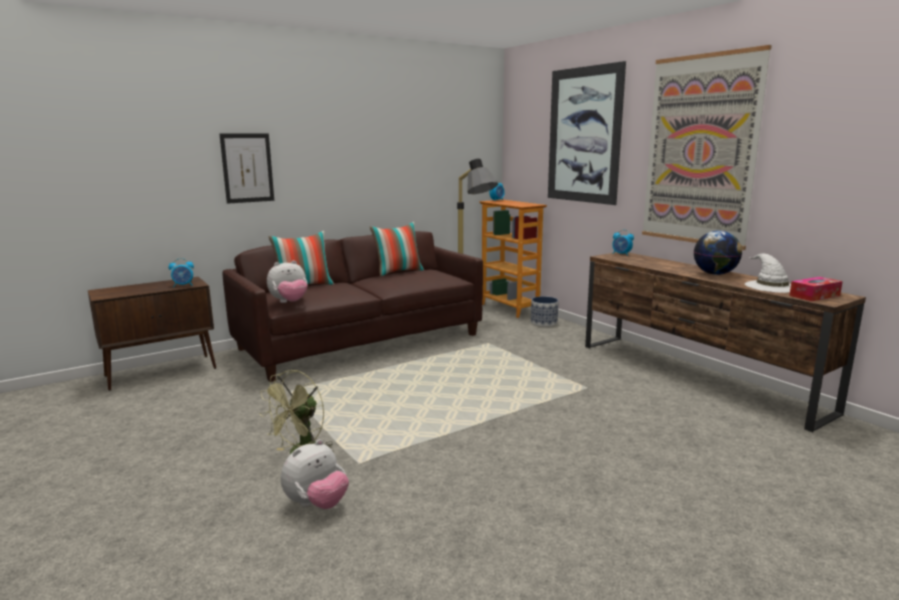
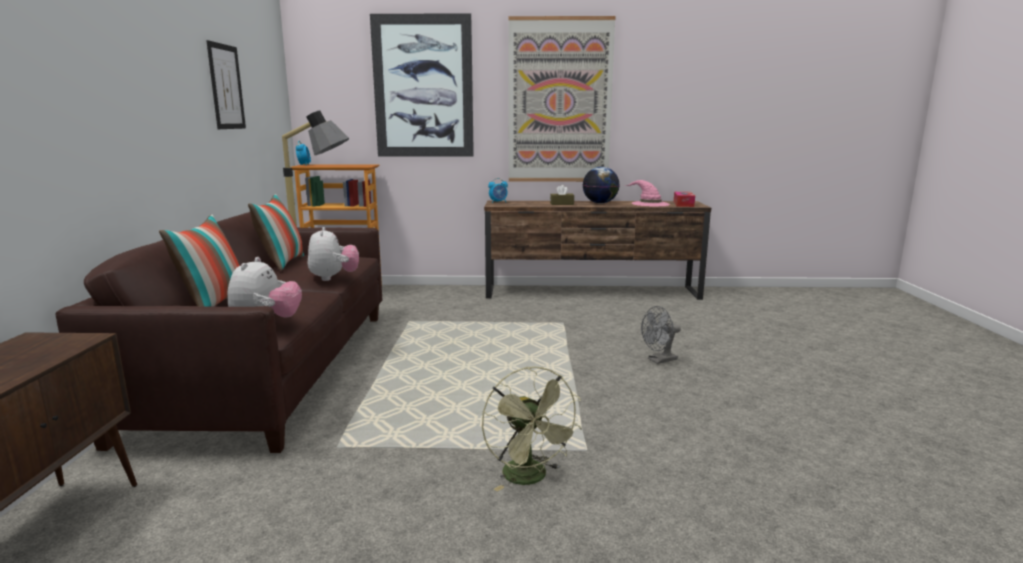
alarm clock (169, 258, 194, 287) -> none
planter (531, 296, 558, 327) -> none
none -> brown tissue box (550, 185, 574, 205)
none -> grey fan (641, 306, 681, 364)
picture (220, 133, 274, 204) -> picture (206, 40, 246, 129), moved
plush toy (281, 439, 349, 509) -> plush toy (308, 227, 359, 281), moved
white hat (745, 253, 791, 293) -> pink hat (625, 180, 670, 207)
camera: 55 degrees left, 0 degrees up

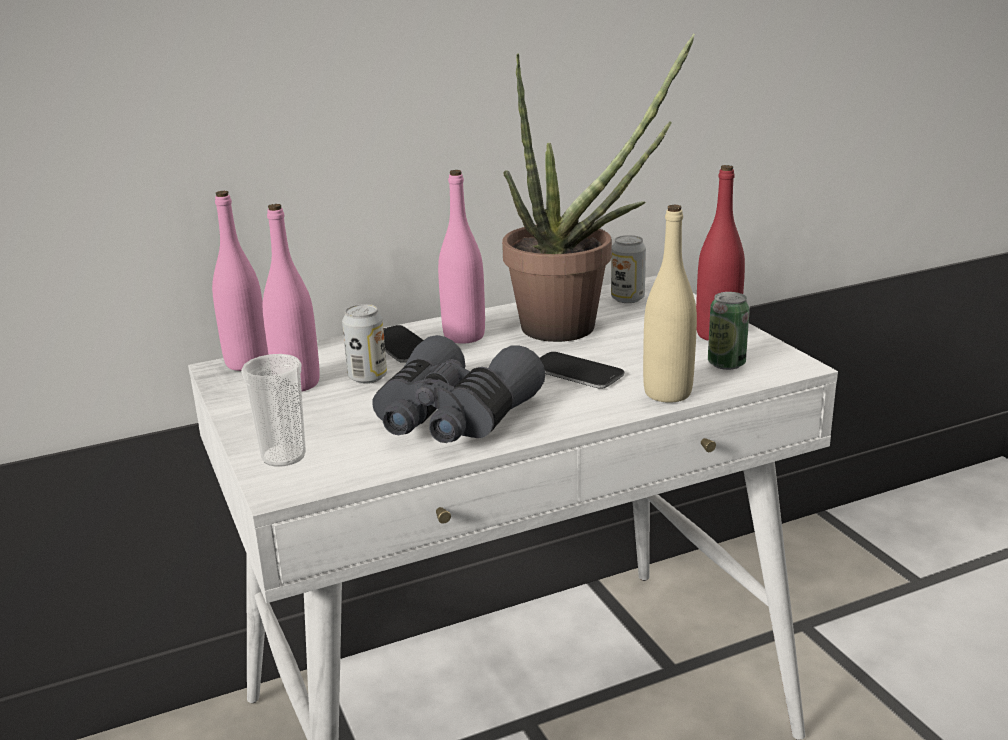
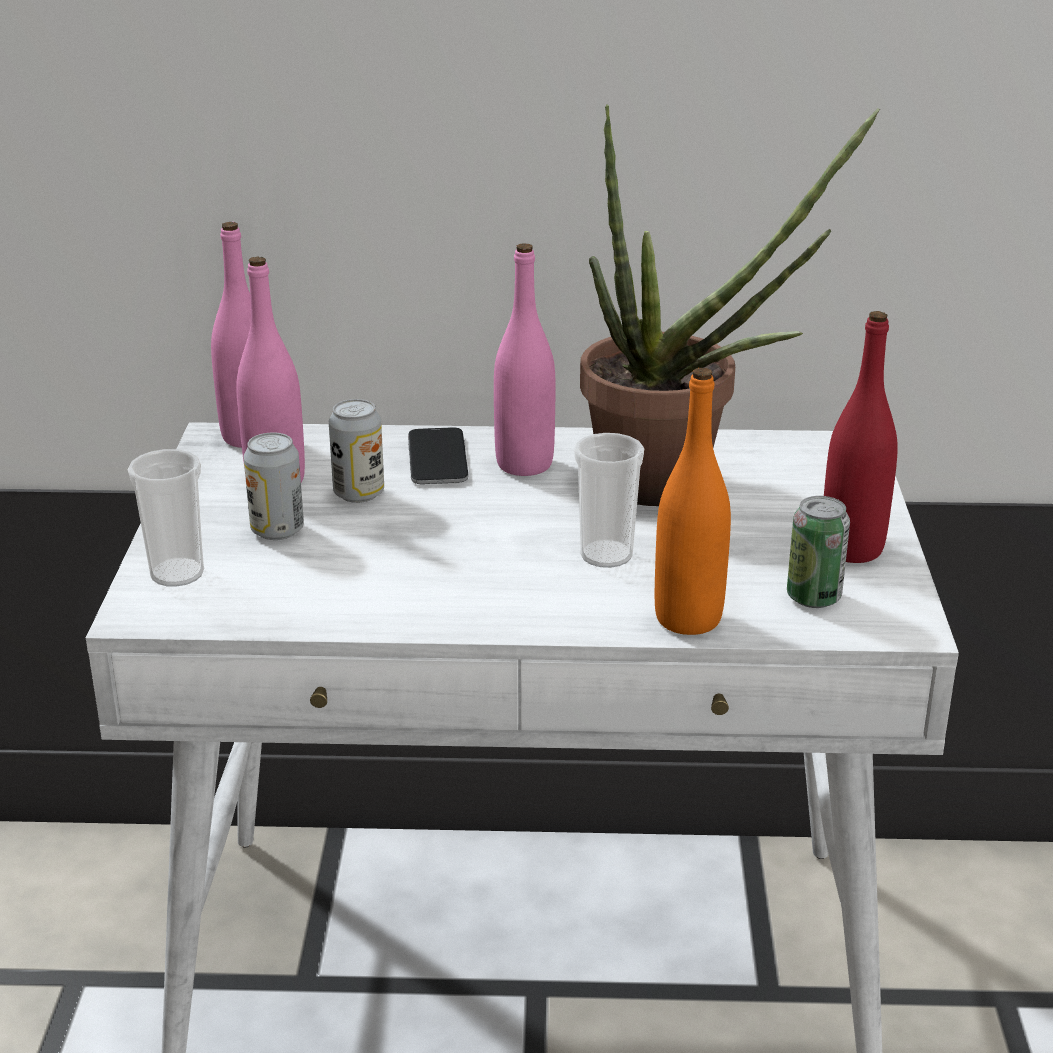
grey binoculars (372, 335, 545, 443) -> none
can (611, 235, 646, 303) -> can (244, 433, 304, 540), moved
phone (540, 352, 624, 389) -> cup (574, 433, 644, 568)
beige bottle (643, 205, 697, 403) -> orange bottle (655, 368, 731, 635)
camera: 25 degrees right, 5 degrees up

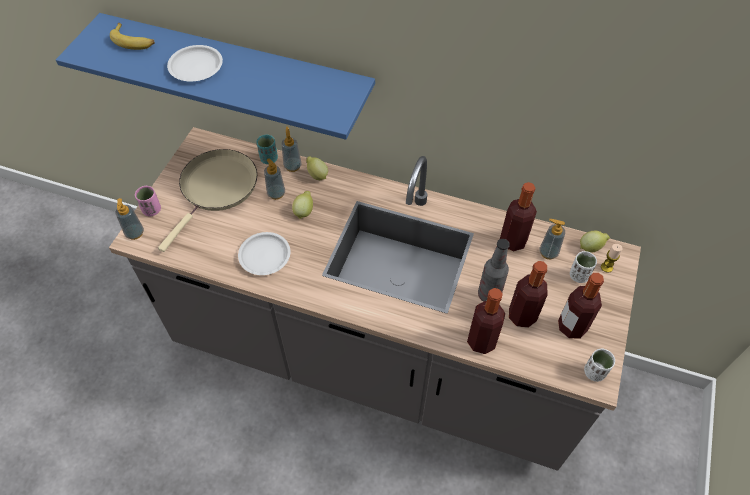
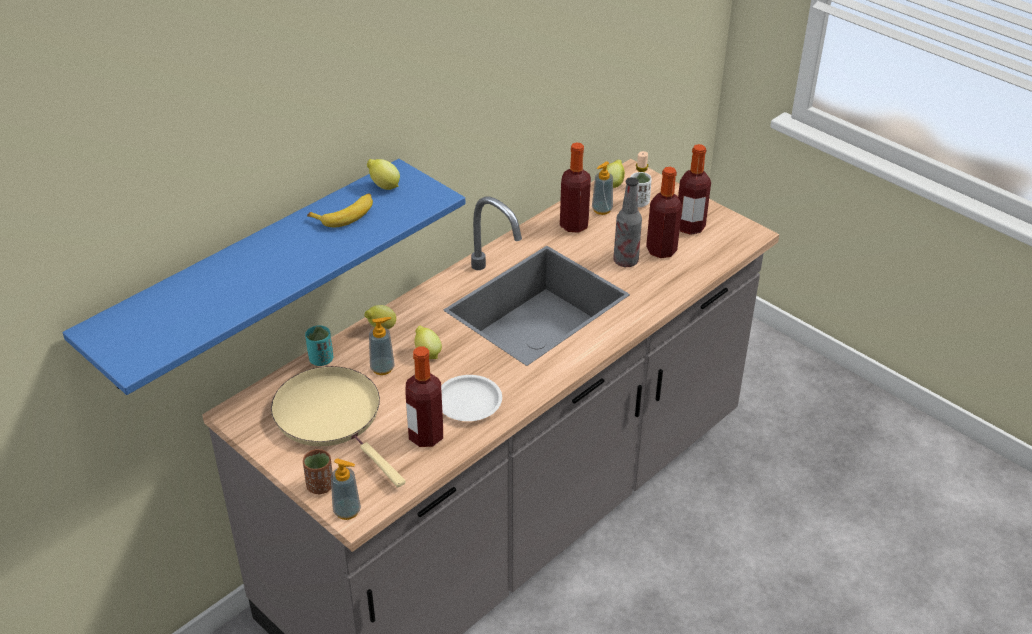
white plate (167, 45, 223, 81) -> none
soap dispenser (282, 127, 301, 172) -> none
white cup (584, 348, 615, 382) -> none
none -> lemon (367, 159, 400, 190)
banana (110, 23, 155, 50) -> banana (307, 193, 373, 227), moved
bottle (467, 288, 505, 354) -> bottle (405, 346, 443, 447), moved
pink cup (135, 186, 161, 216) -> brown cup (303, 449, 332, 494)
camera: 65 degrees left, 15 degrees down

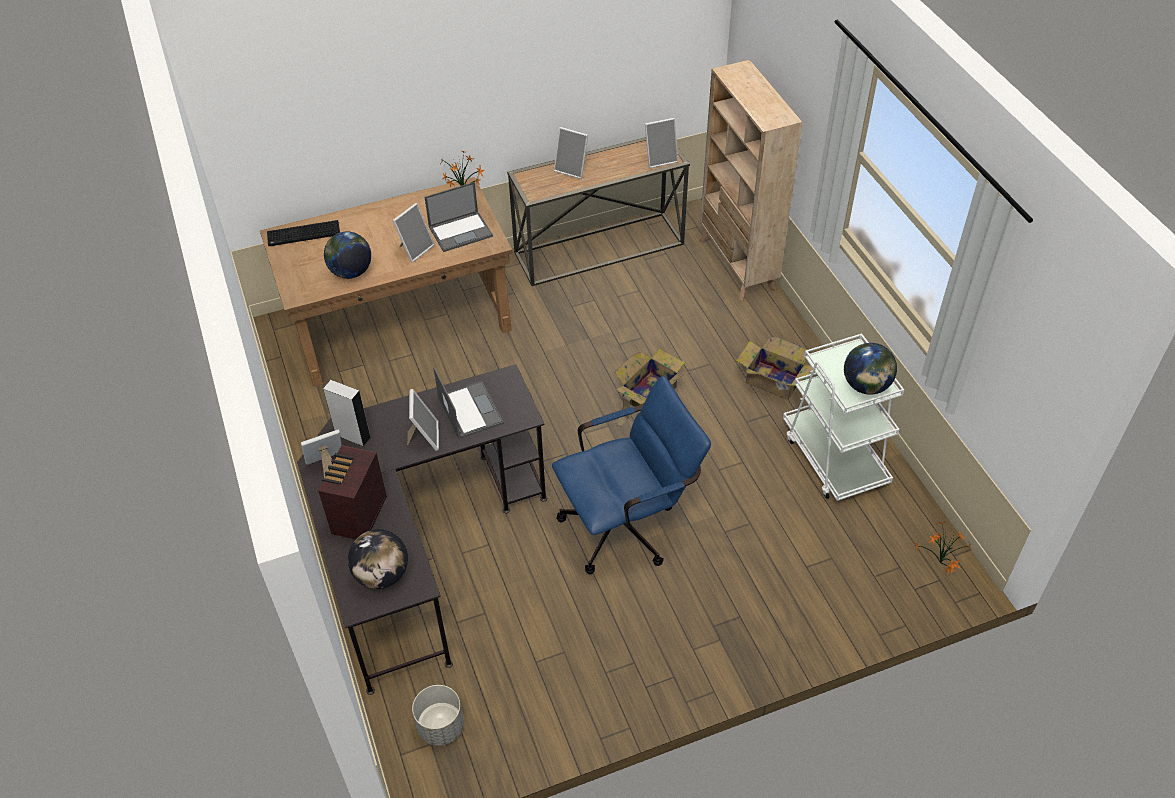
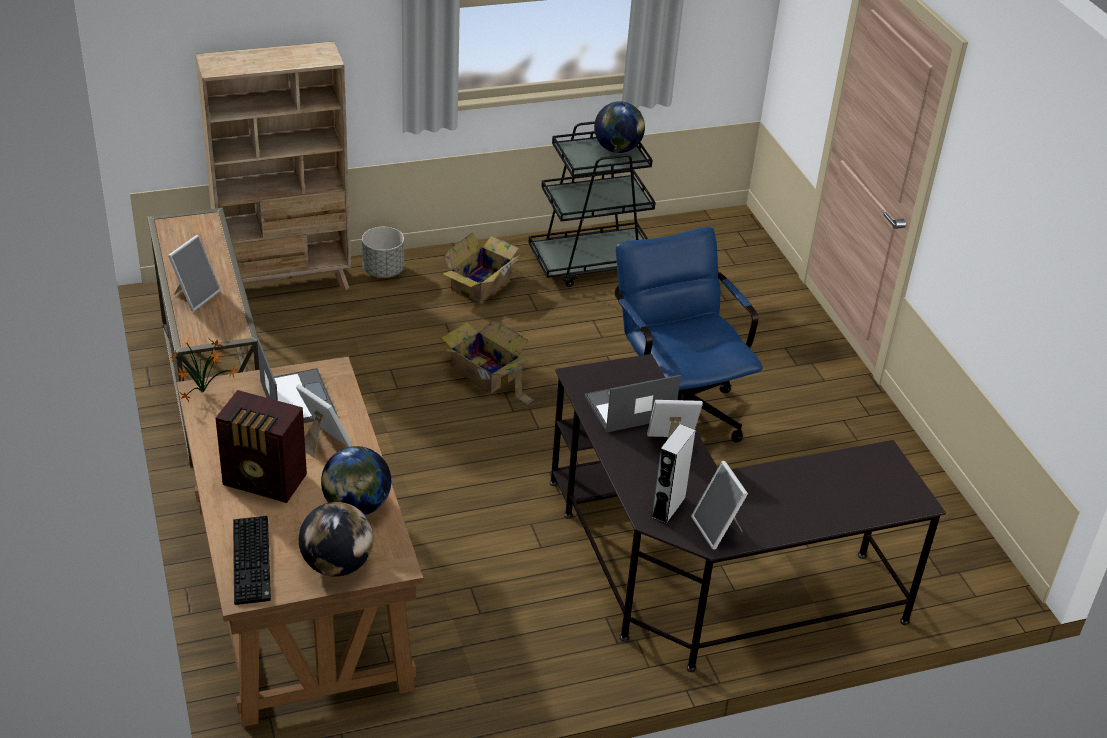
picture frame (645, 118, 678, 168) -> none
potted plant (914, 522, 971, 574) -> none
radio (318, 445, 387, 540) -> radio (215, 390, 307, 503), moved
globe (348, 529, 408, 589) -> globe (299, 502, 373, 577), moved
grey planter (412, 685, 464, 746) -> grey planter (362, 227, 404, 278), moved
white cart (783, 333, 904, 501) -> black cart (529, 121, 656, 287)
camera: 90 degrees left, 10 degrees down

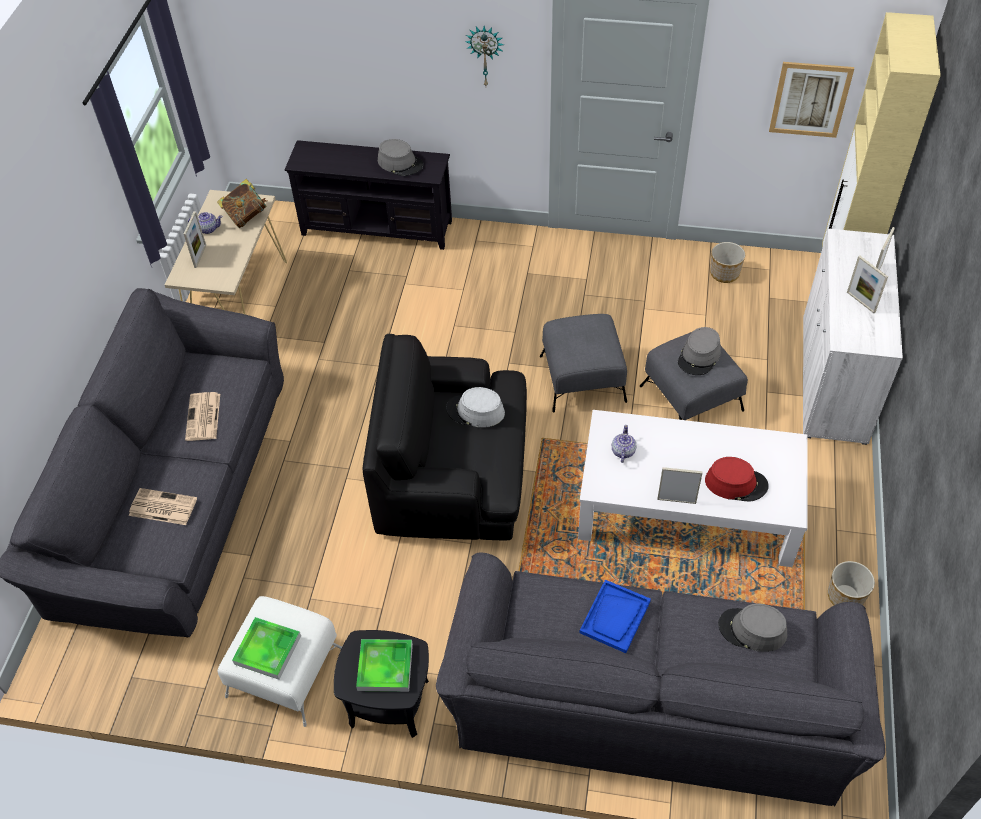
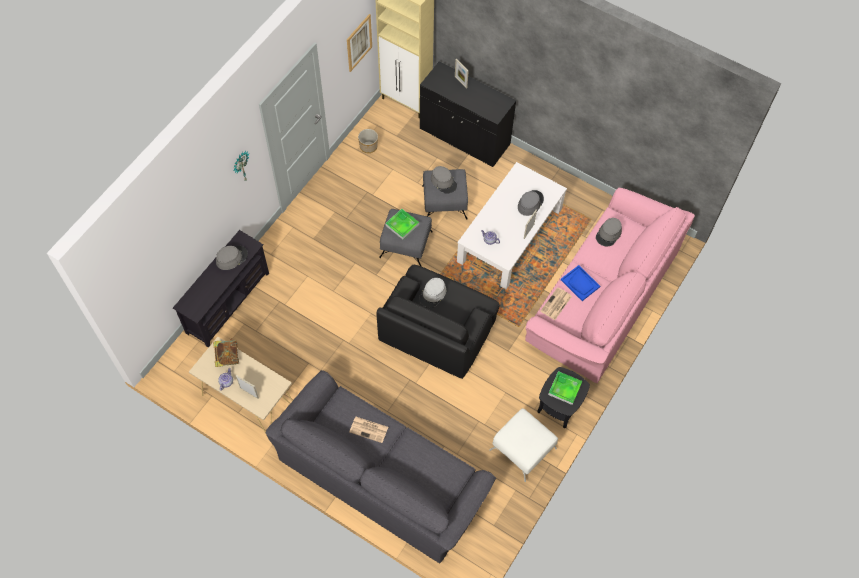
planter (828, 561, 875, 605) -> none
picture frame (847, 256, 888, 313) -> none
newspaper (129, 488, 197, 525) -> newspaper (541, 287, 572, 320), moved
tray (232, 617, 301, 680) -> tray (385, 209, 419, 239), moved
grey sofa (436, 553, 885, 807) -> pink sofa (525, 187, 695, 383)
red hat (705, 457, 769, 502) -> grey hat (518, 190, 544, 216)
white cabinet (803, 229, 903, 445) -> black cabinet (420, 61, 516, 167)
camera: 70 degrees left, 10 degrees up

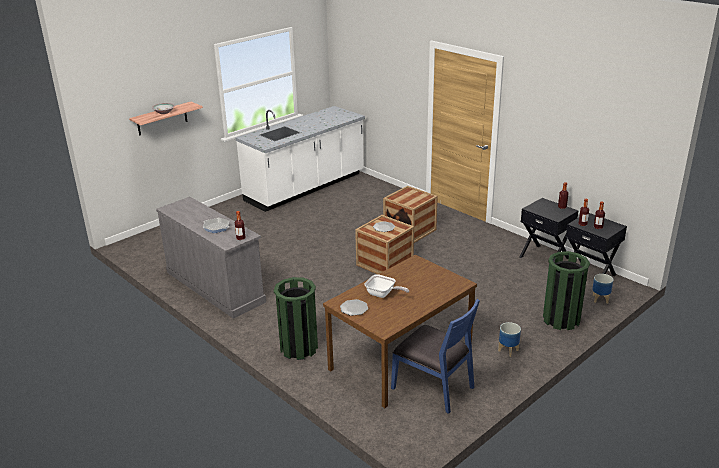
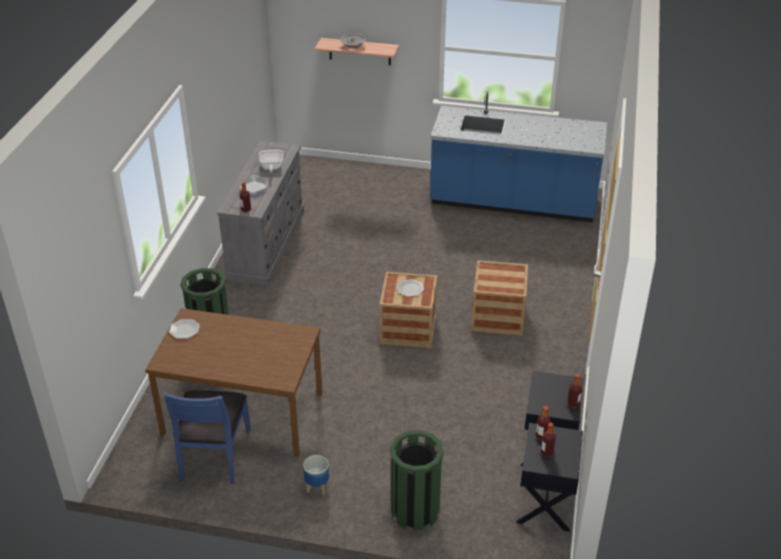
planter (592, 274, 613, 304) -> none
frying pan (365, 274, 409, 298) -> frying pan (259, 150, 283, 173), moved
white counter (236, 106, 365, 212) -> blue counter (430, 91, 607, 222)
camera: 55 degrees right, 10 degrees up

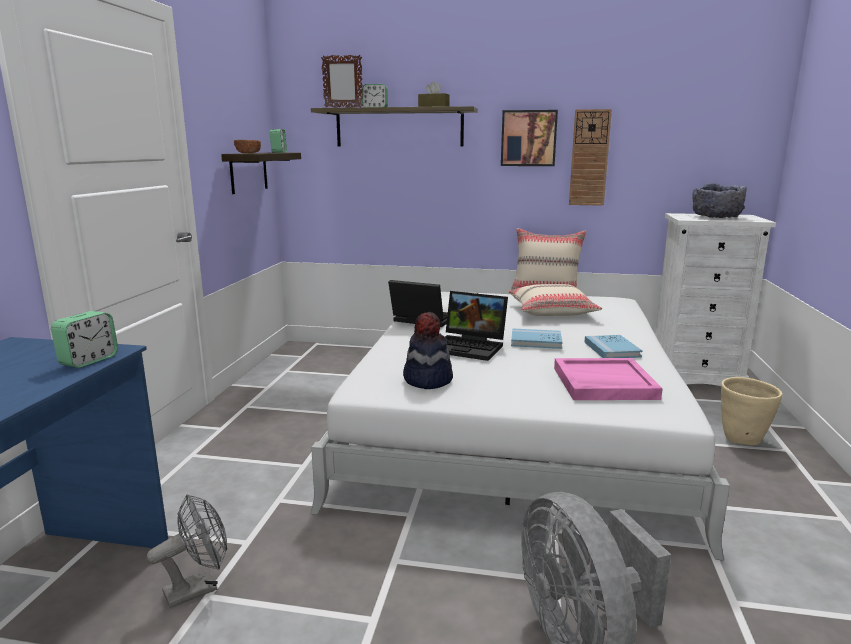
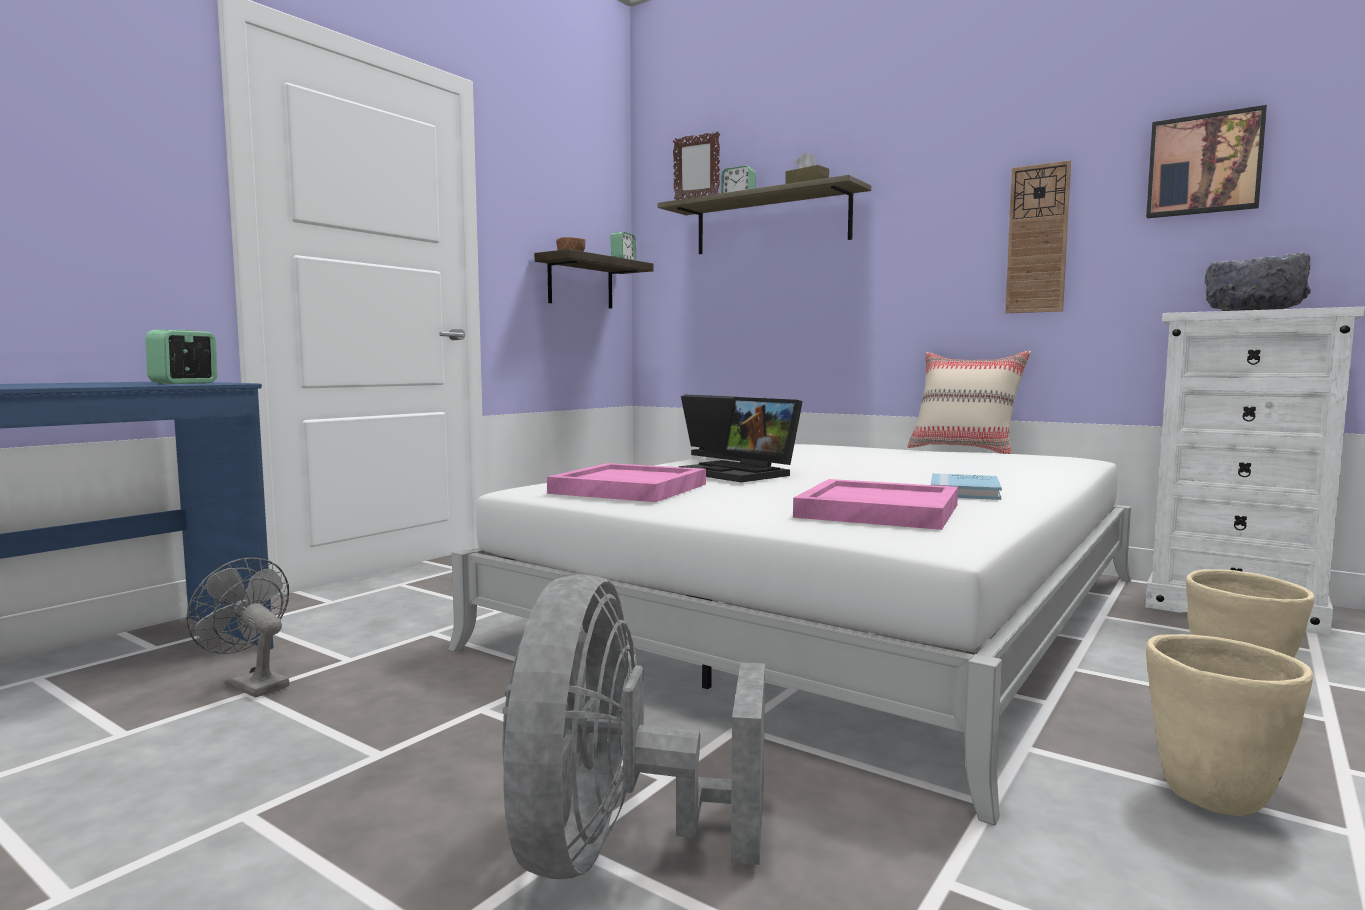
beige pillow (508, 284, 602, 316) -> none
blue book (511, 328, 563, 349) -> none
none -> beige planter (1146, 634, 1313, 816)
picture (501, 110, 558, 166) -> picture (1146, 105, 1267, 218), moved
hat (403, 312, 453, 389) -> pink tray (547, 463, 706, 502)
alarm clock (51, 311, 118, 368) -> alarm clock (145, 330, 217, 384), 150 degrees clockwise
grey fan (146, 494, 227, 609) -> grey fan (186, 557, 289, 698), 135 degrees counterclockwise
camera: 25 degrees right, 10 degrees down

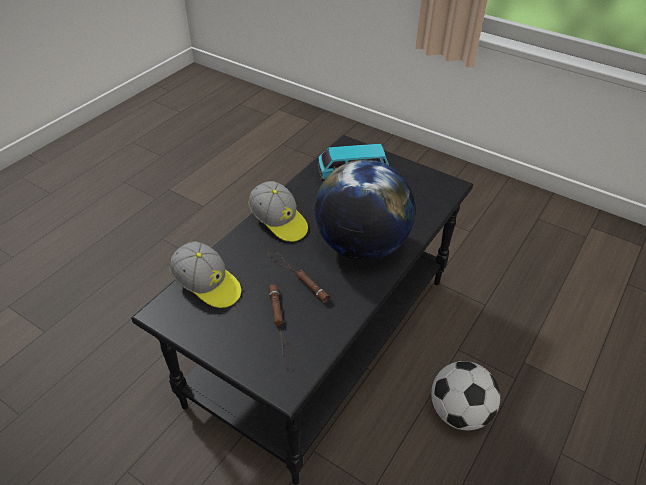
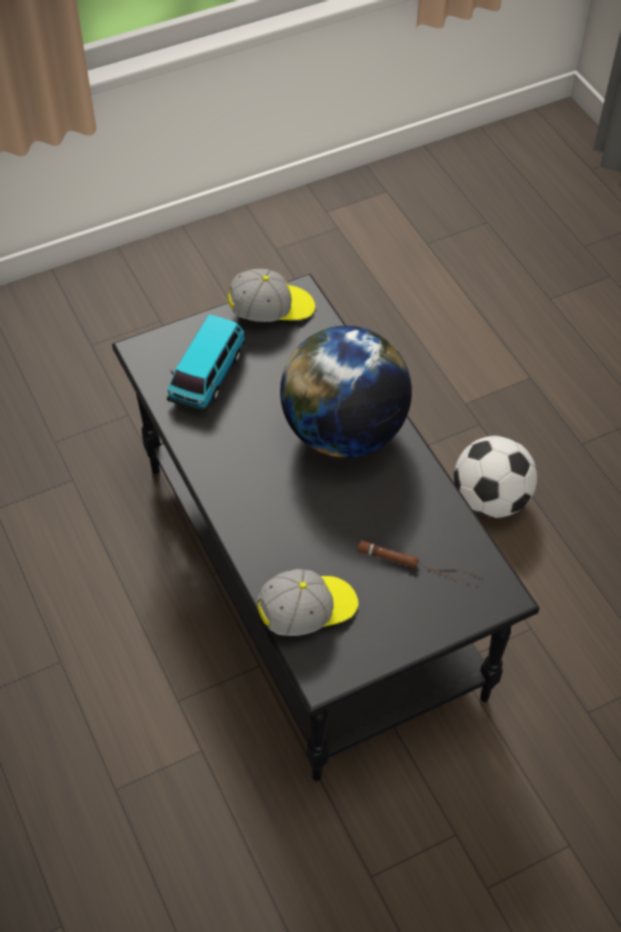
brown flashlight (267, 248, 330, 303) -> none
cap (248, 181, 308, 242) -> cap (228, 269, 315, 322), moved
camera: 60 degrees left, 10 degrees up

